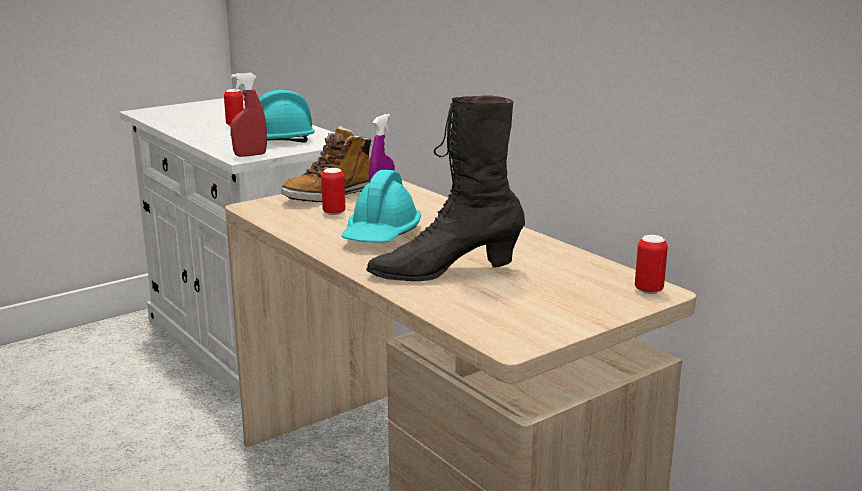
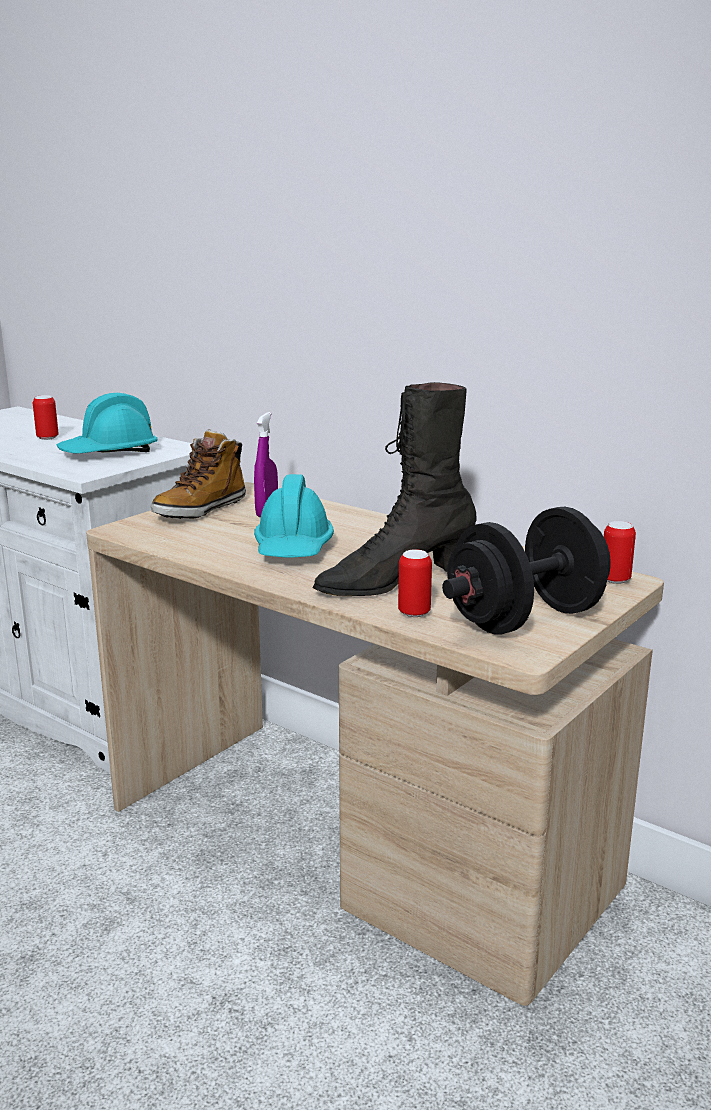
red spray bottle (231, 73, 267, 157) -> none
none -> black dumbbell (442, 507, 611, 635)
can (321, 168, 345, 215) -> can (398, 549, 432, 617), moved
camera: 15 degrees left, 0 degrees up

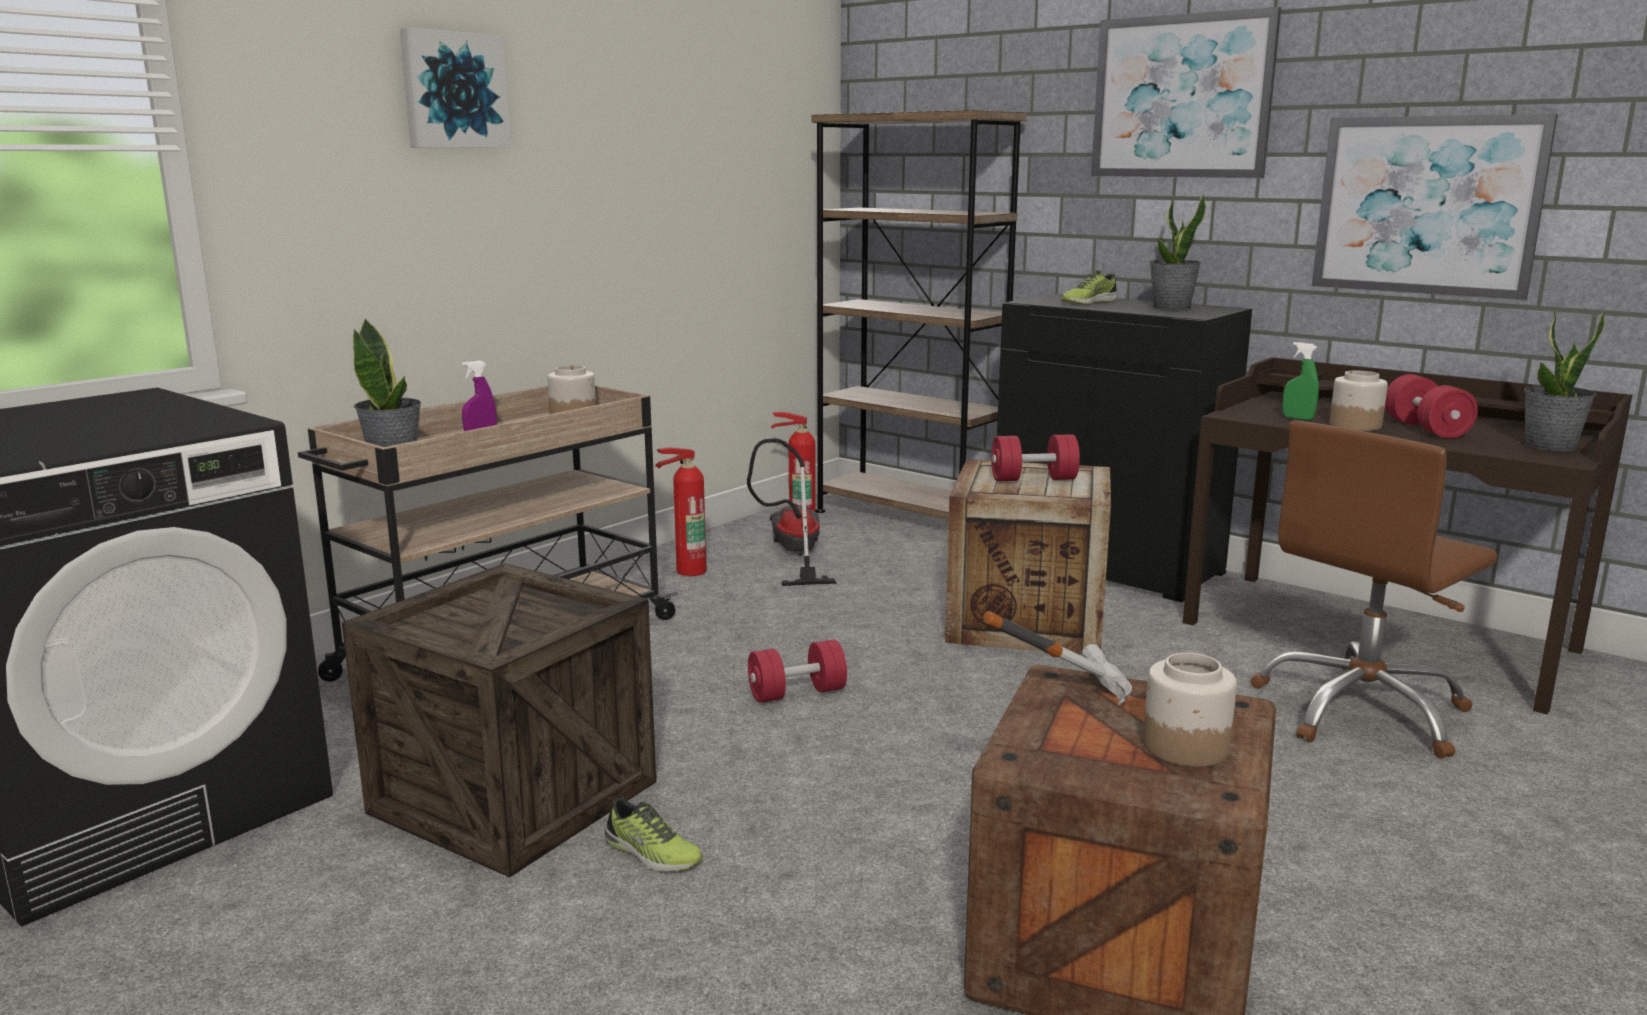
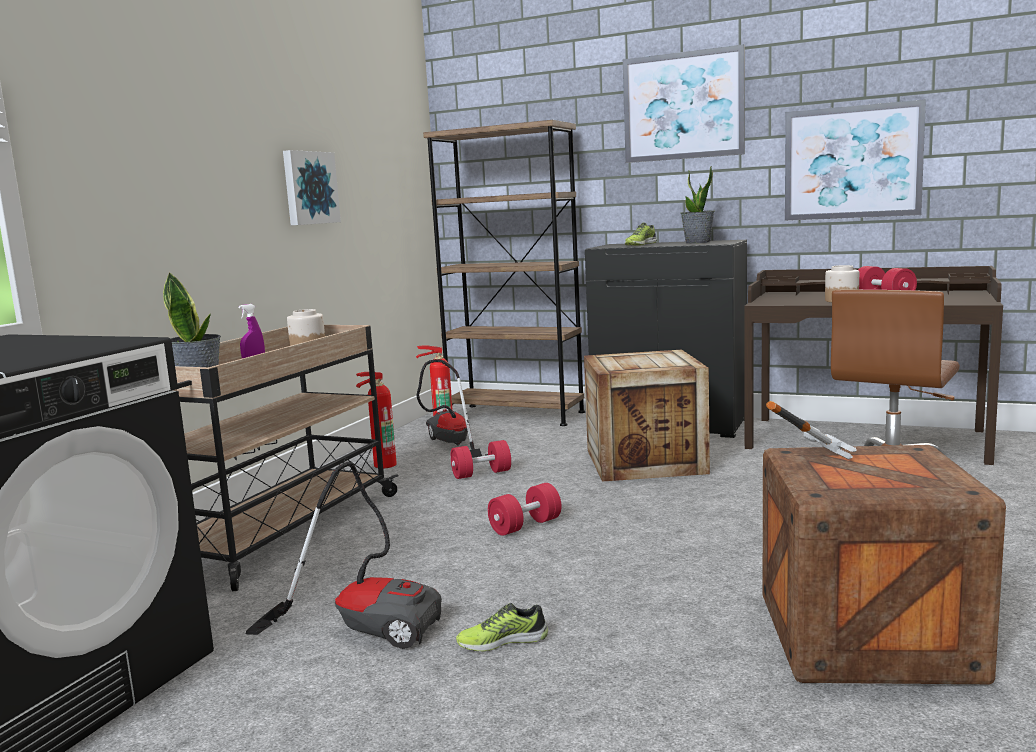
jar (1143, 653, 1237, 767) -> none
green spray bottle (1282, 342, 1319, 421) -> none
potted plant (1524, 310, 1605, 451) -> none
picture (400, 27, 511, 148) -> picture (283, 150, 341, 225), moved
red dumbbell (991, 434, 1080, 481) -> red dumbbell (450, 440, 511, 479), moved
crate (342, 563, 656, 877) -> vacuum cleaner (246, 461, 442, 649)
shoe (604, 797, 703, 872) -> shoe (456, 603, 548, 652), 150 degrees clockwise
camera: 15 degrees left, 5 degrees down

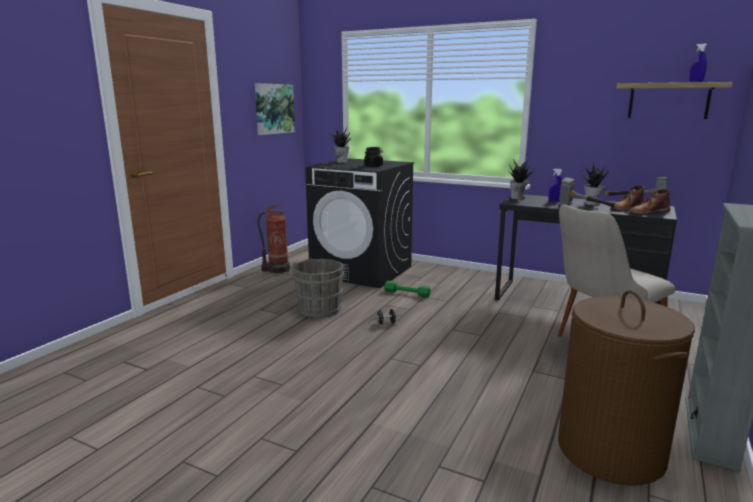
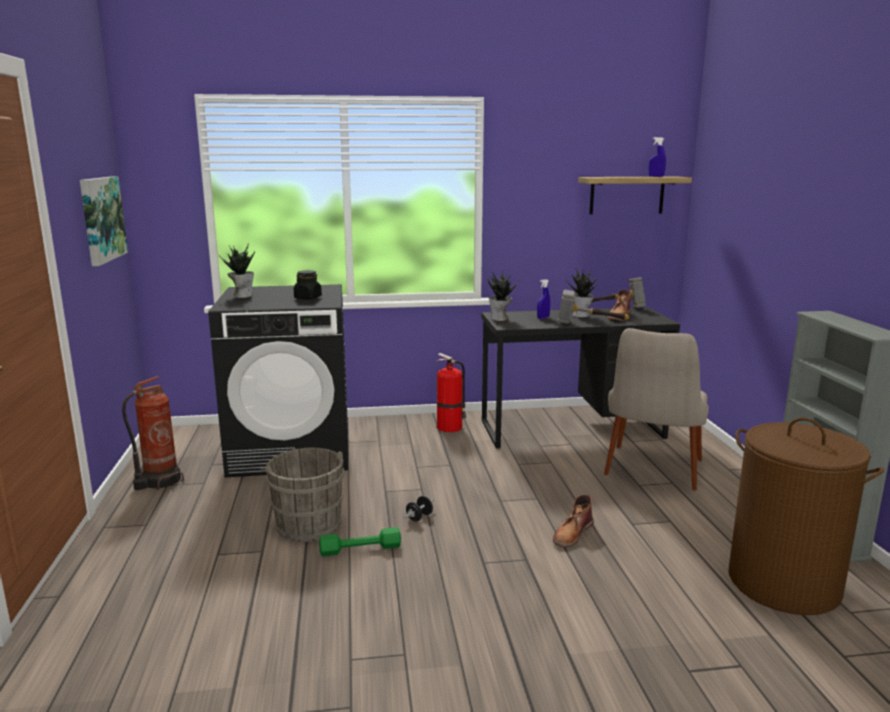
none -> fire extinguisher (436, 353, 466, 432)
green dumbbell (384, 281, 431, 298) -> green dumbbell (319, 527, 401, 556), moved
brown boot (629, 189, 670, 215) -> brown boot (553, 495, 593, 548), moved
camera: 35 degrees left, 0 degrees up

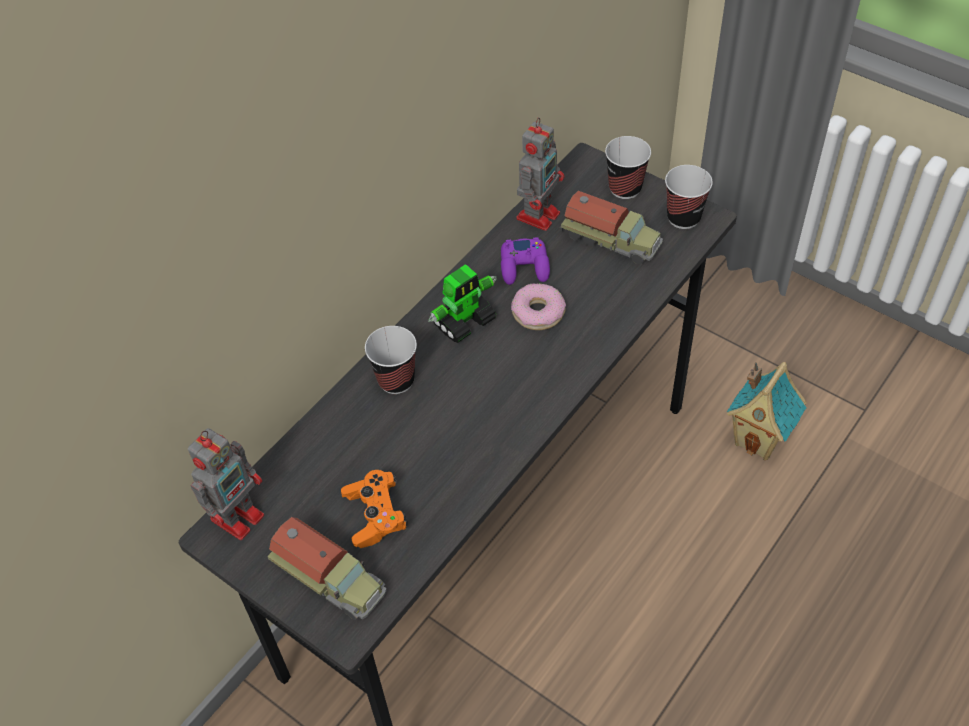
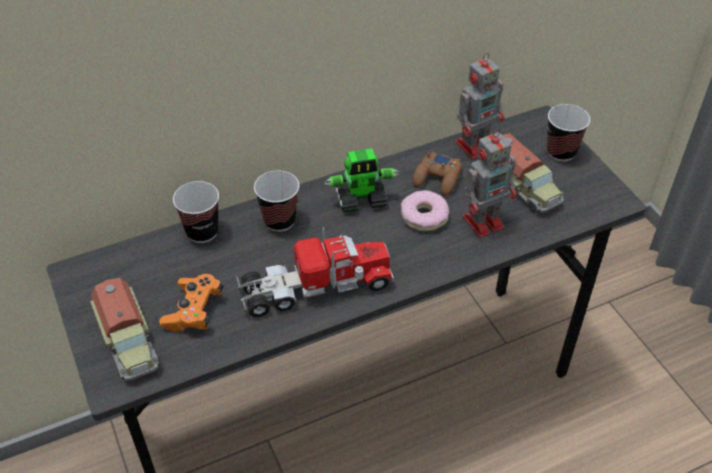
toy house (727, 362, 807, 460) -> none
none -> toy truck (237, 227, 394, 317)
toy robot (188, 428, 264, 540) -> toy robot (463, 128, 517, 238), moved
cup (665, 165, 713, 229) -> cup (173, 181, 219, 243), moved
purple game controller (501, 237, 550, 285) -> brown game controller (412, 152, 462, 196)
camera: 25 degrees right, 5 degrees down

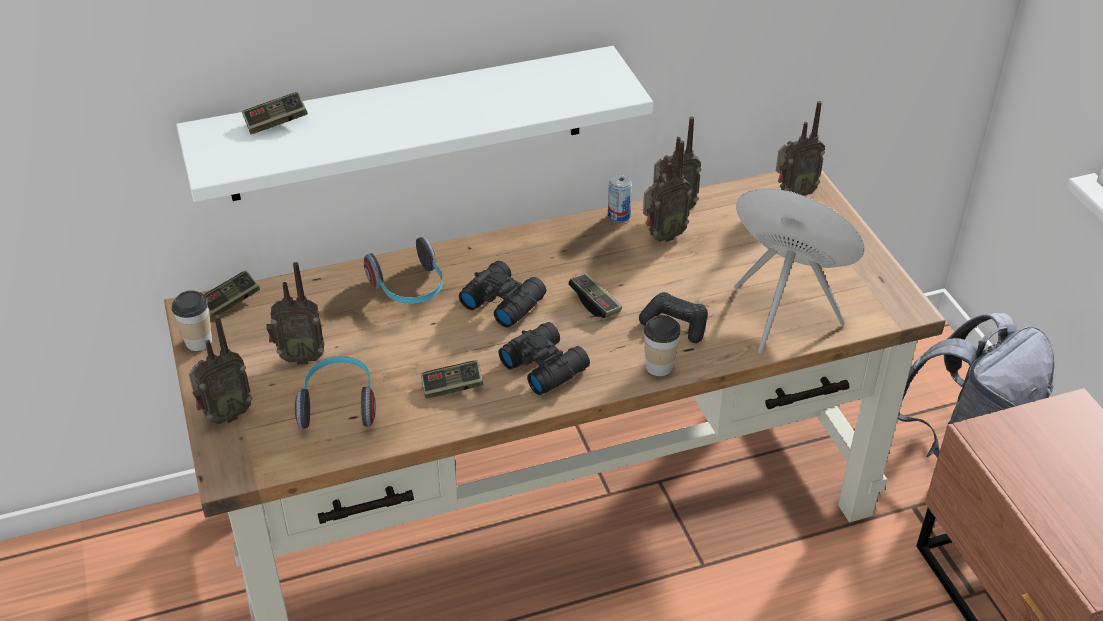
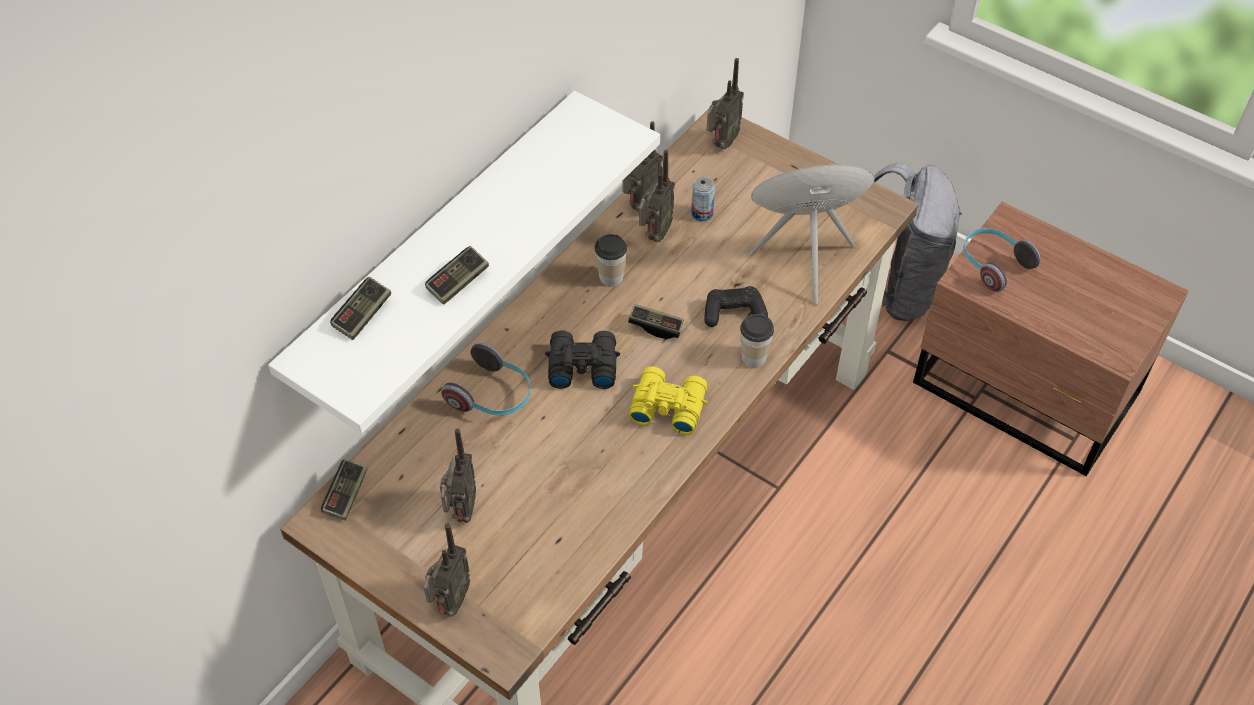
cup (172, 290, 212, 351) -> cup (595, 234, 627, 287), moved
headphones (295, 356, 376, 429) -> headphones (964, 228, 1040, 292), moved
game controller (421, 360, 483, 399) -> game controller (425, 246, 489, 305), moved
can (608, 175, 632, 223) -> can (691, 177, 715, 221), moved
black binoculars (498, 322, 590, 395) -> yellow binoculars (629, 367, 707, 435)
radio (266, 262, 325, 365) -> radio (440, 429, 476, 523), 45 degrees counterclockwise
camera: 35 degrees left, 10 degrees up

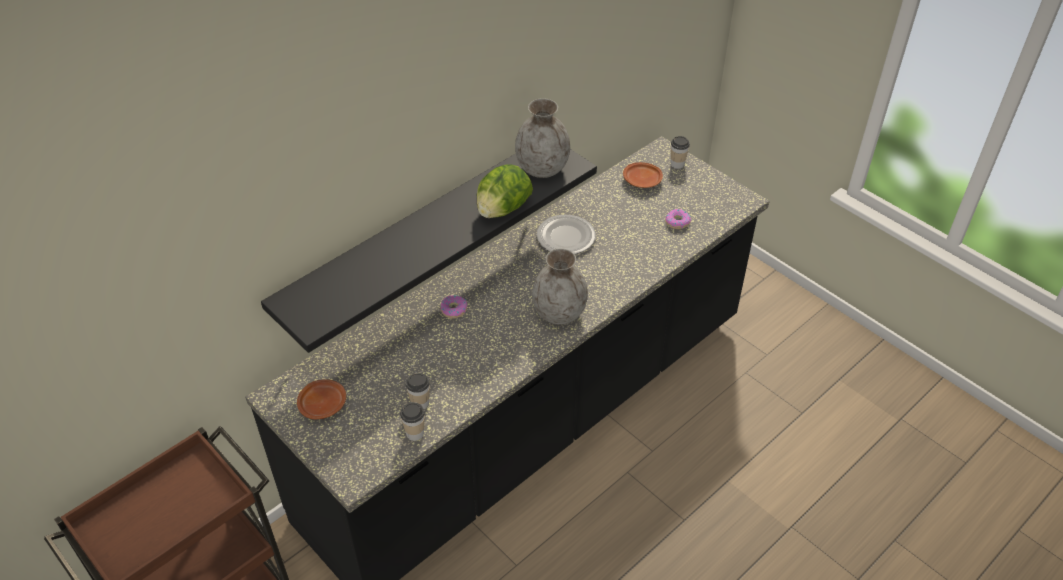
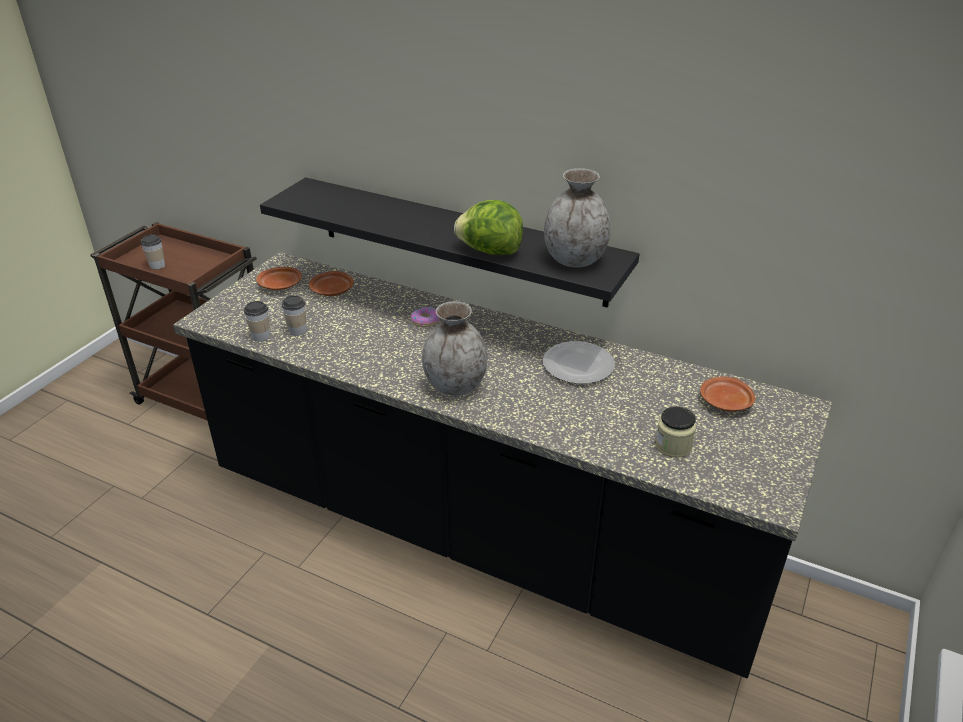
none -> brown plate (309, 271, 354, 296)
cup (671, 136, 690, 169) -> cup (141, 234, 165, 269), moved
donut (665, 209, 691, 229) -> jar (655, 406, 696, 458)
camera: 70 degrees right, 10 degrees down

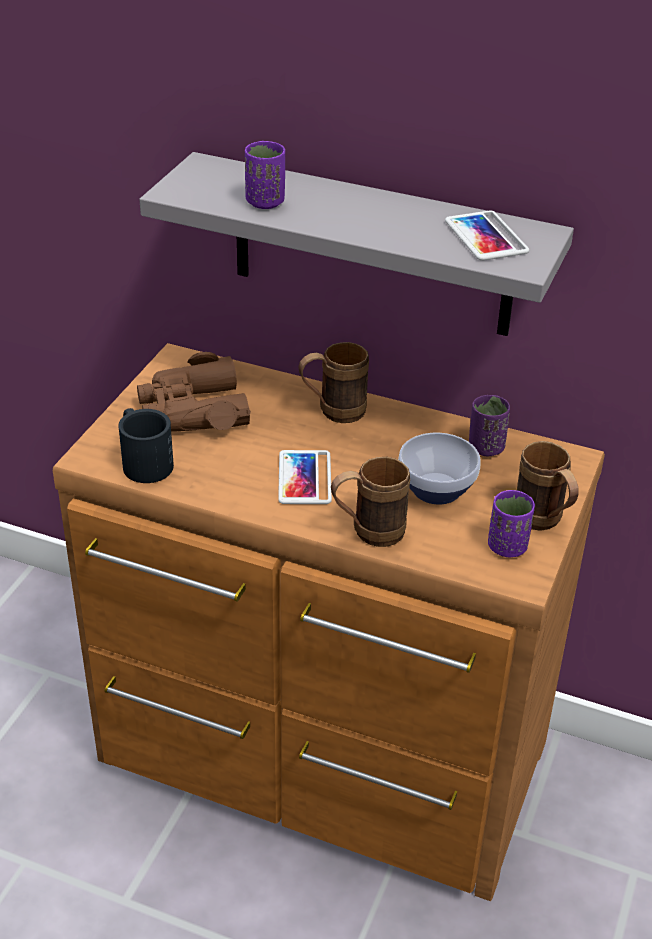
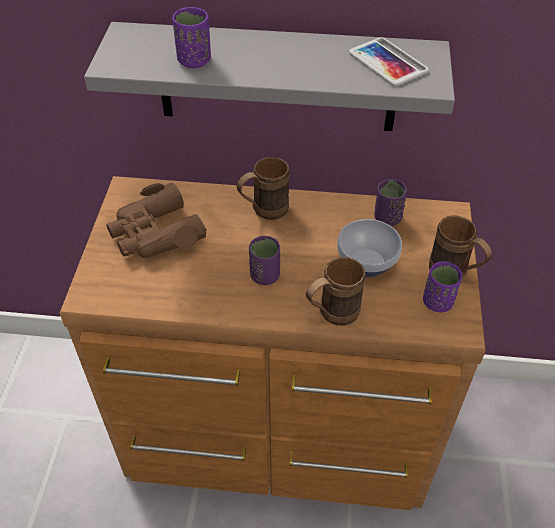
black mug (118, 408, 174, 483) -> none
phone (278, 450, 332, 504) -> purple cup (249, 236, 280, 285)
camera: 15 degrees left, 10 degrees up

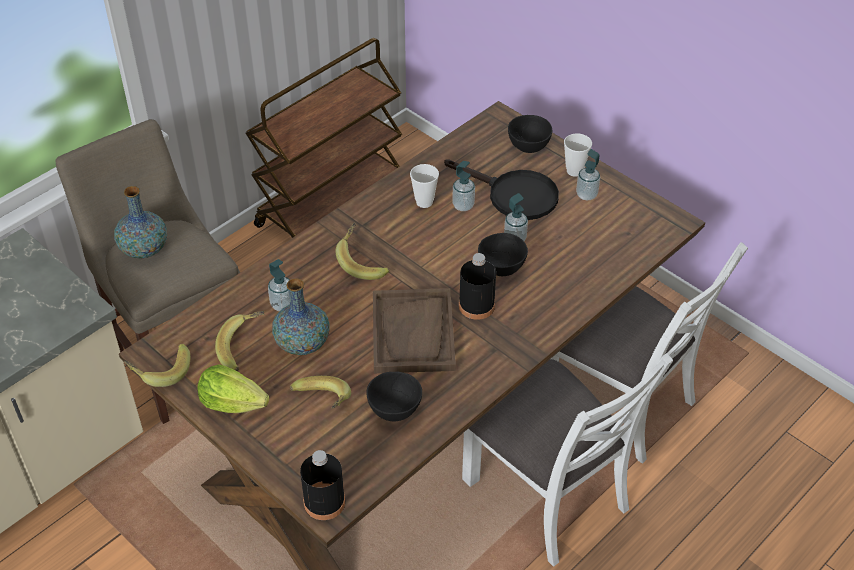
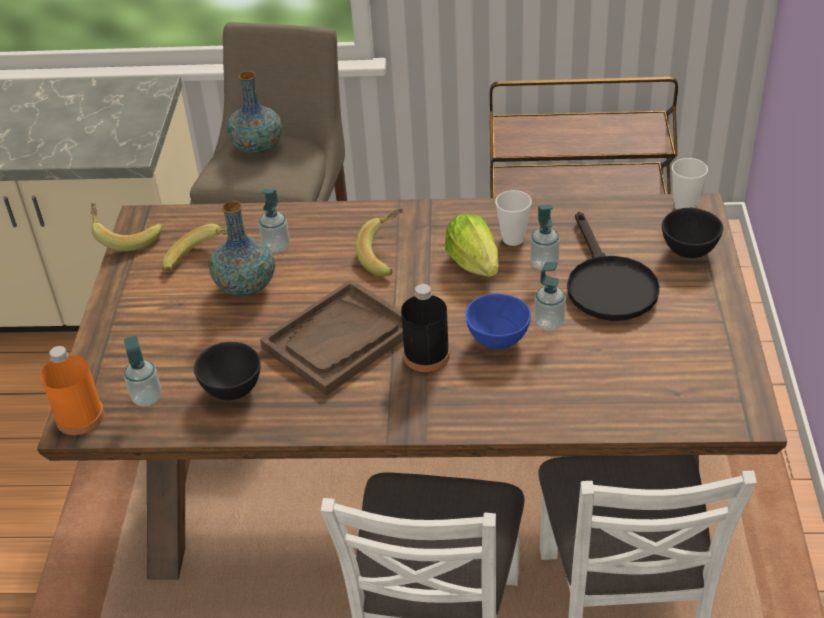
banana (290, 376, 351, 409) -> none
lettuce (197, 364, 269, 413) -> lettuce (445, 214, 498, 277), moved
cup (564, 133, 592, 177) -> cup (672, 158, 708, 209), moved
soap dispenser (576, 149, 600, 200) -> soap dispenser (124, 336, 161, 406), moved
black bottle (300, 450, 345, 520) -> orange bottle (40, 346, 104, 435)
black bowl (478, 233, 528, 276) -> blue bowl (465, 293, 531, 349)
camera: 50 degrees right, 5 degrees down

